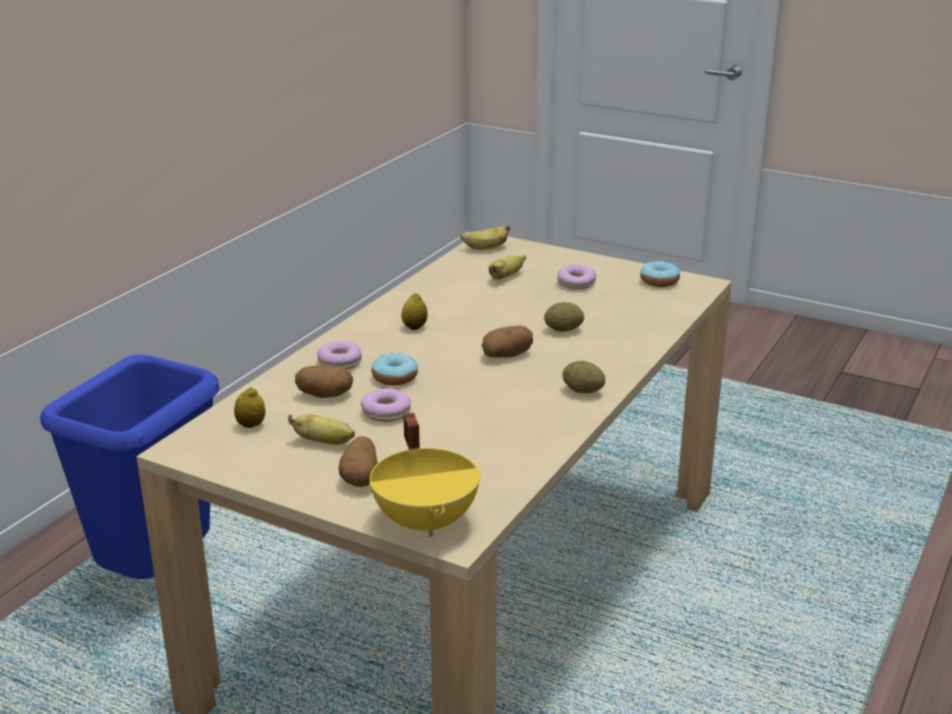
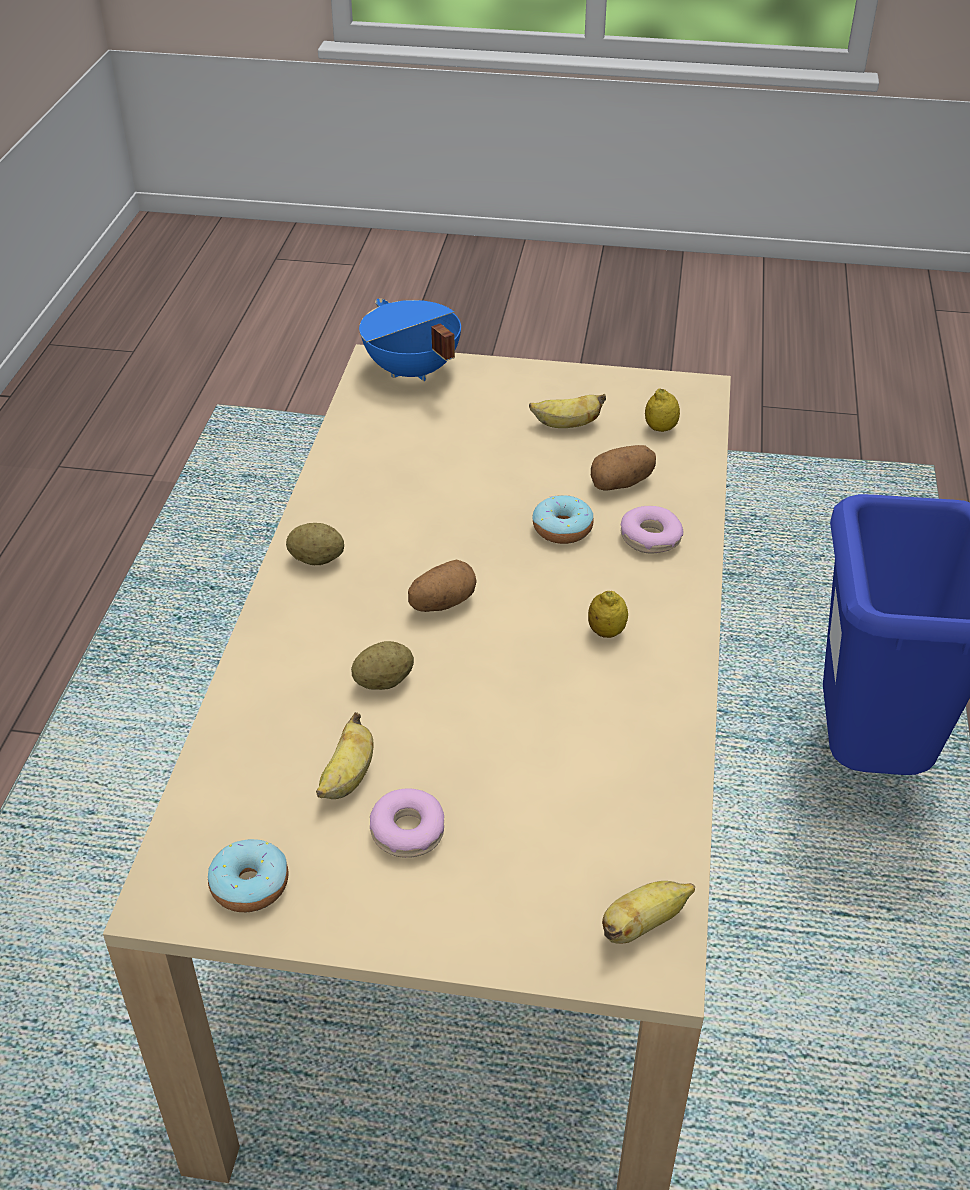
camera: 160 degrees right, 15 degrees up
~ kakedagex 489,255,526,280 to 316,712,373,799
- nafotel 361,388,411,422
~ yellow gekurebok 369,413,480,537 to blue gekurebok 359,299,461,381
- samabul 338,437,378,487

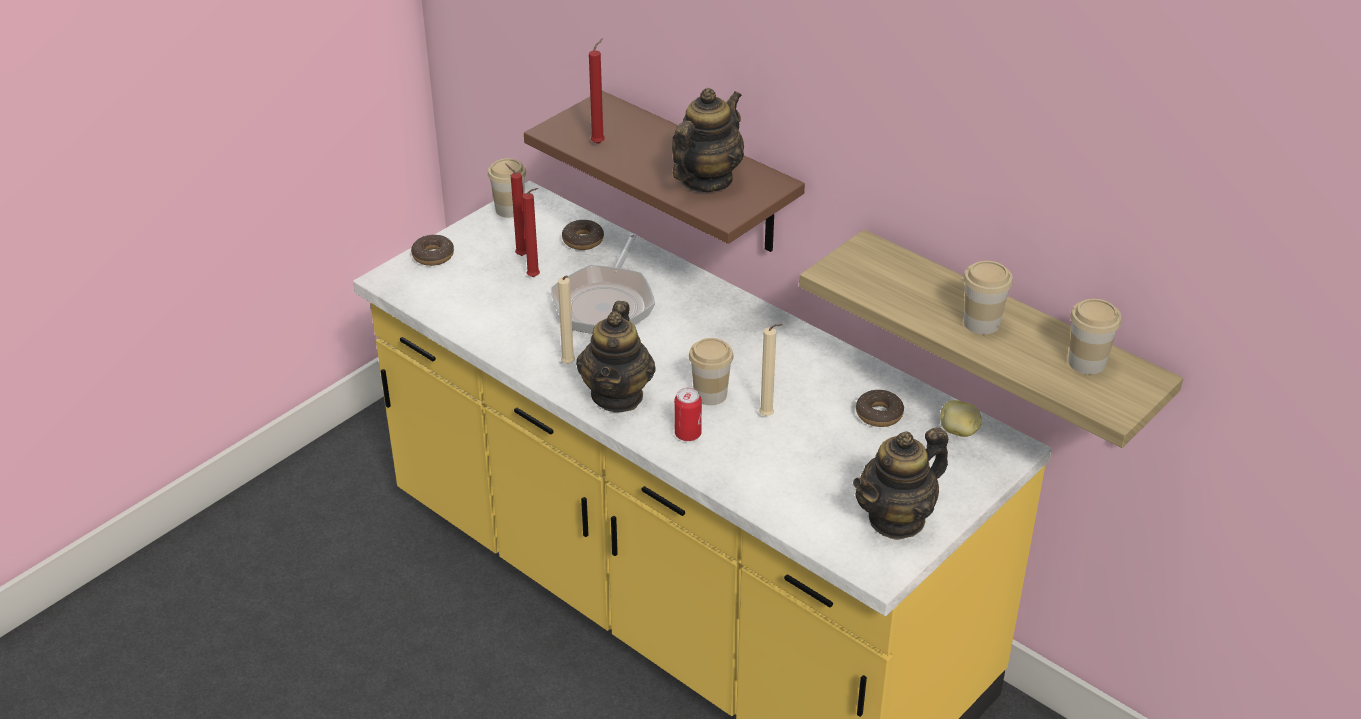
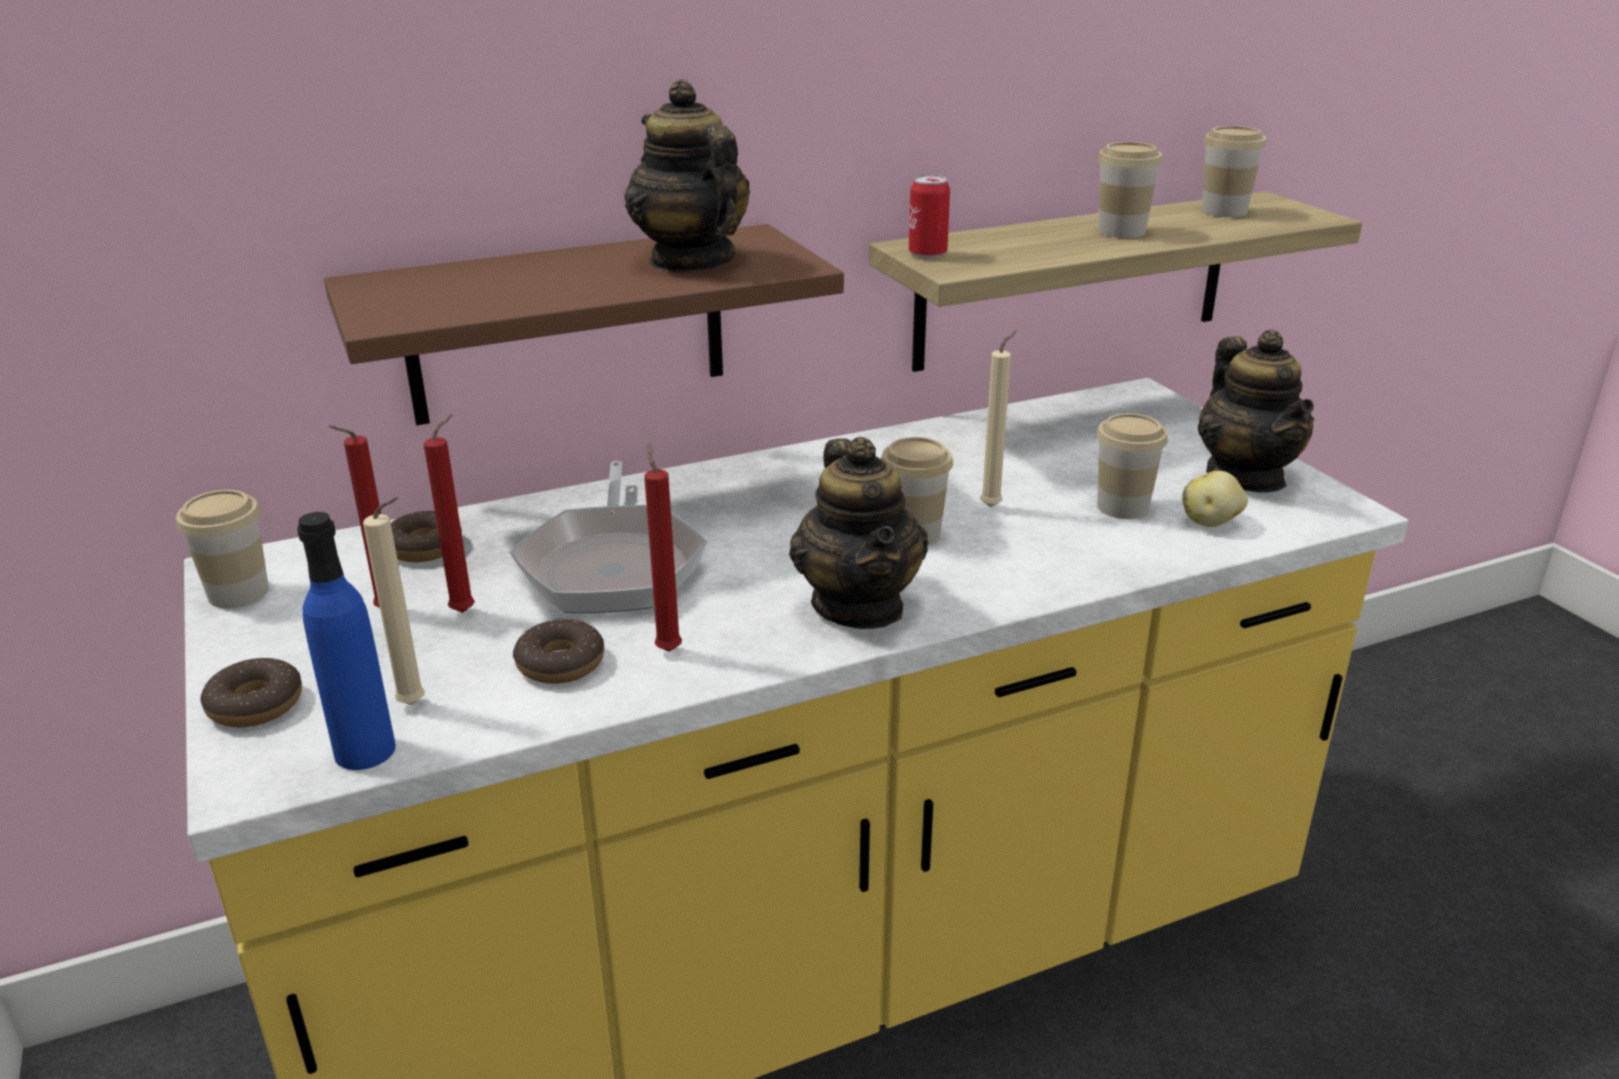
camera: 65 degrees left, 10 degrees down
~ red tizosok 589,38,605,144 to 644,443,682,652
~ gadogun 551,234,655,334 = 510,461,707,613 45 degrees clockwise
~ beige tizosok 558,275,575,364 to 363,497,425,705
~ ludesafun 576,301,656,412 = 789,437,928,629 45 degrees clockwise
~ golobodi 674,388,702,441 to 909,175,950,258
~ nafotel 856,390,904,427 to 513,619,604,684
~ samabul 940,400,982,437 to 1182,471,1248,527
+ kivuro 1096,413,1168,519
+ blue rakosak 297,512,396,770

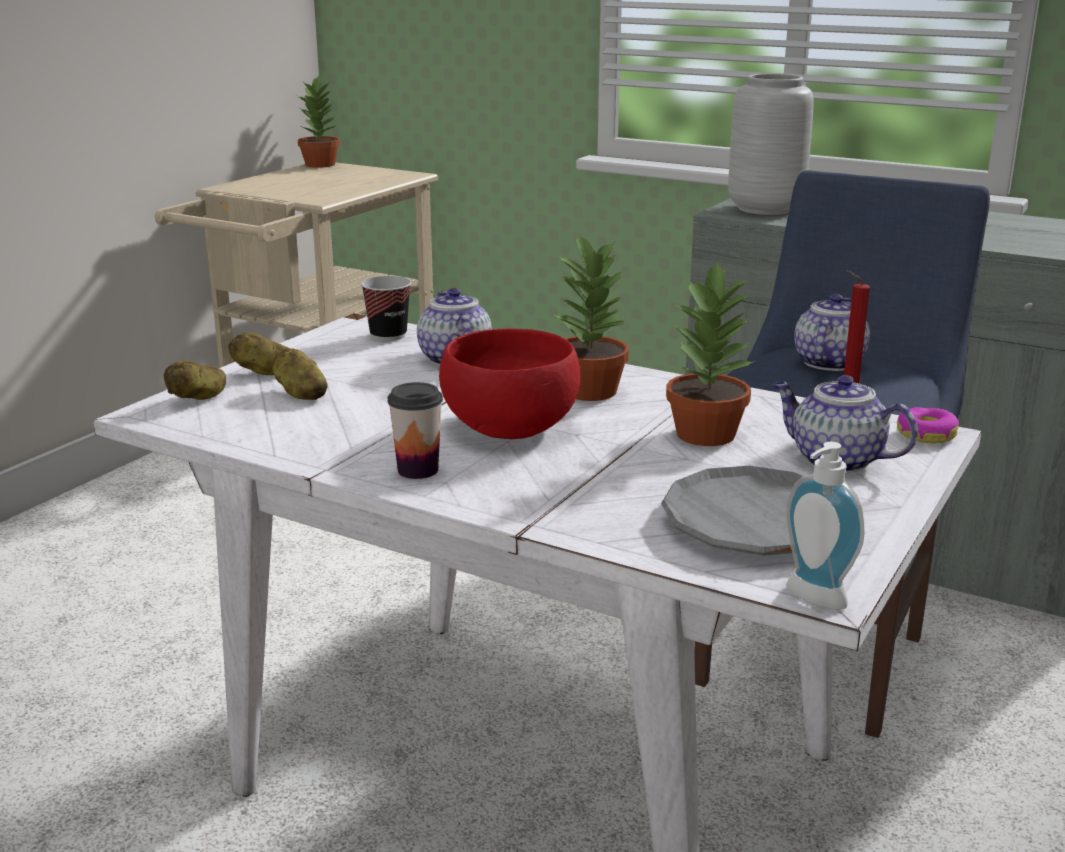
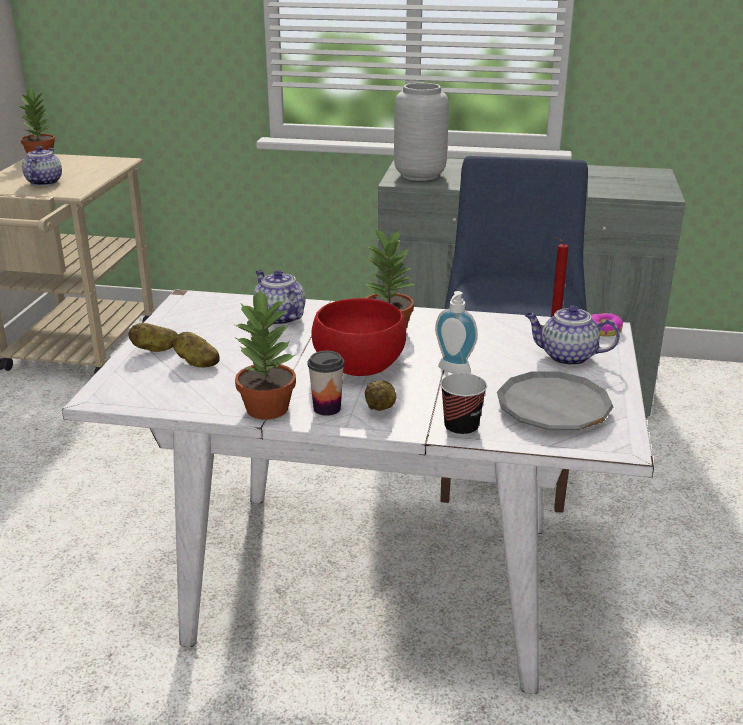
camera: 20 degrees left, 5 degrees up
~ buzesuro 666,262,756,446 to 233,289,297,419
~ kivuro 361,276,411,341 to 440,373,487,437
~ ludesafun 794,294,870,371 to 22,146,62,186
~ samabul 163,361,226,400 to 365,380,396,411
~ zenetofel 786,442,864,610 to 435,291,478,374

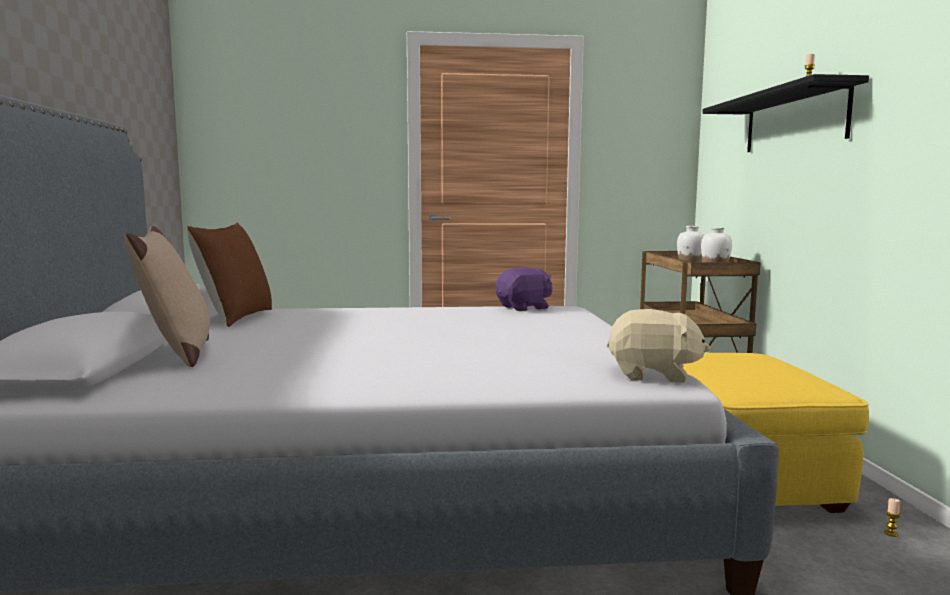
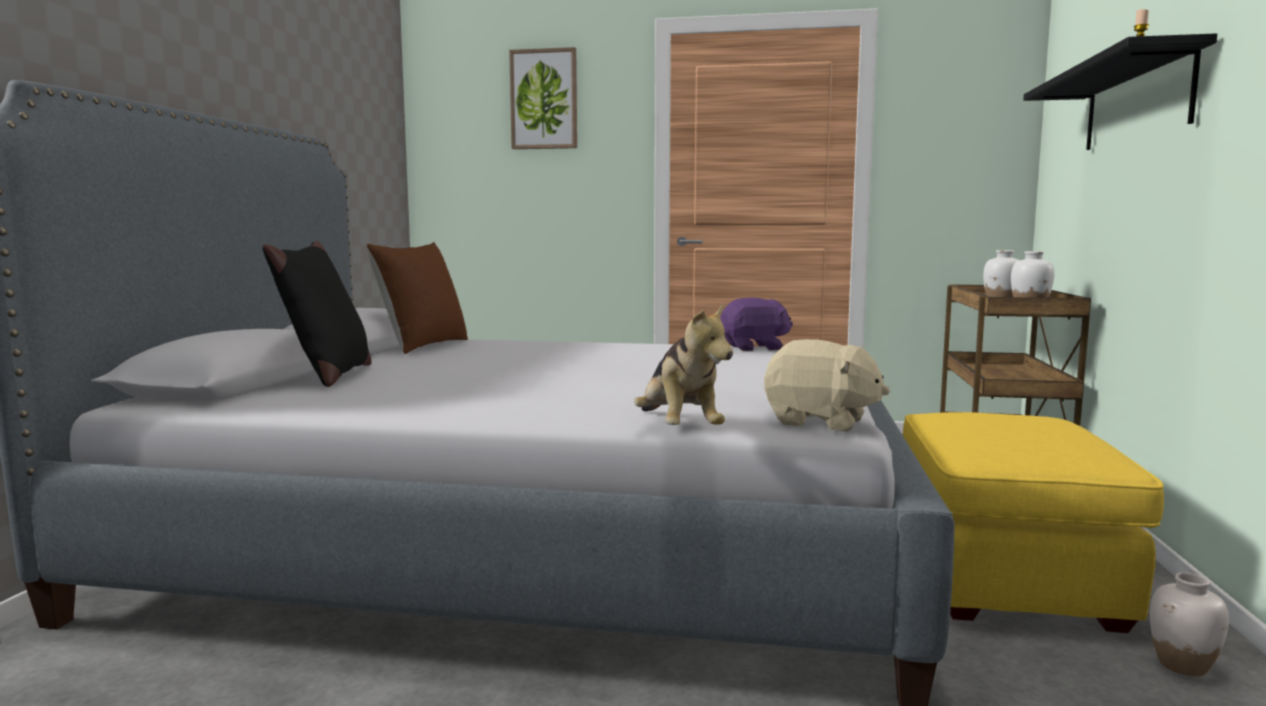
camera: 15 degrees right, 0 degrees up
~ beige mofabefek 125,226,210,367 to black mofabefek 262,241,372,387
~ tizosok 884,498,901,537 to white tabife 1150,572,1229,676
+ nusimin 509,47,577,149
+ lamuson 634,304,733,425

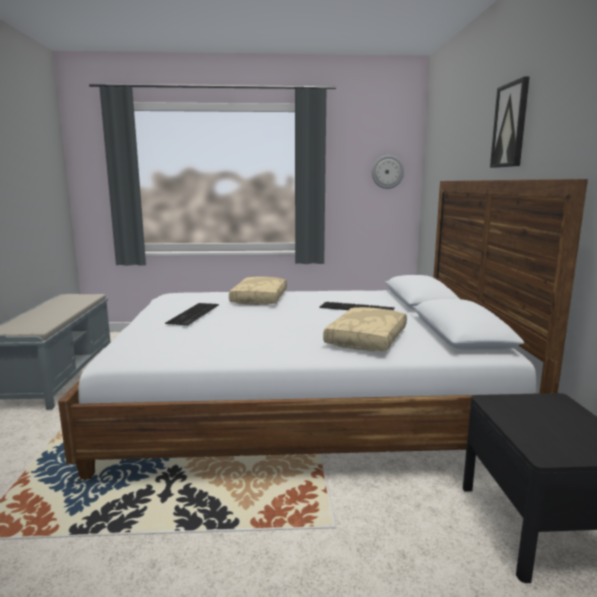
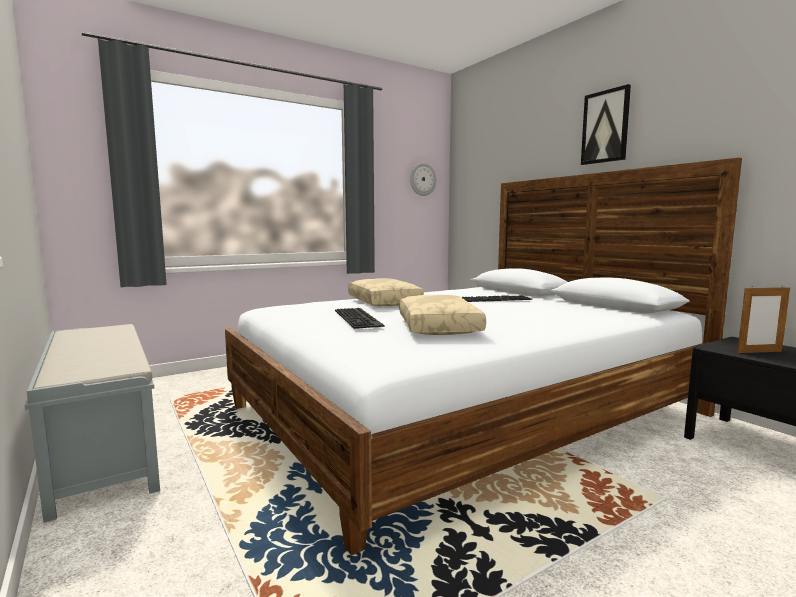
camera: 30 degrees left, 5 degrees down
~ beige mofabefek 323,307,407,351 to 399,295,486,335
+ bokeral 737,285,790,353

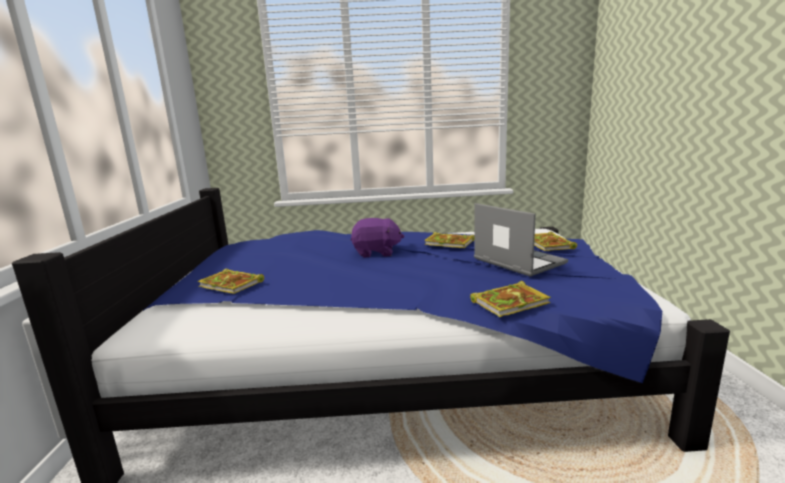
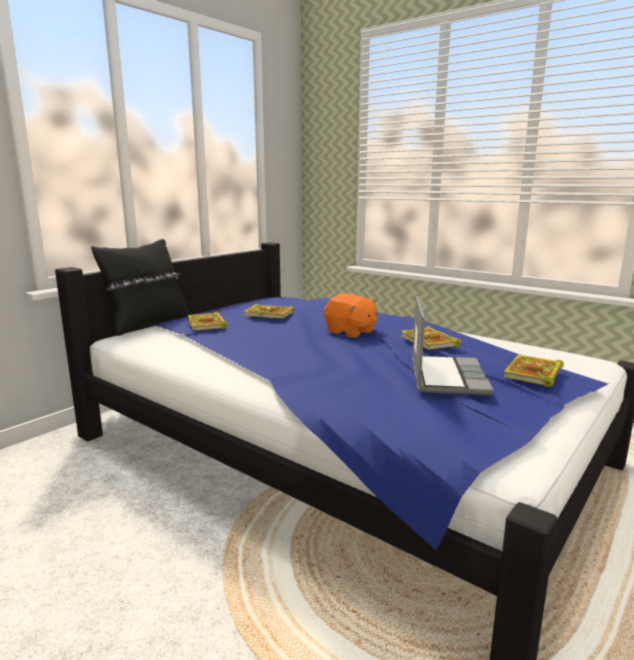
camera: 40 degrees right, 0 degrees up
~ purple lamuson 350,218,404,258 to orange lamuson 324,293,377,338
~ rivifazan 470,281,551,317 to 244,304,294,318
+ black mofabefek 91,239,190,336

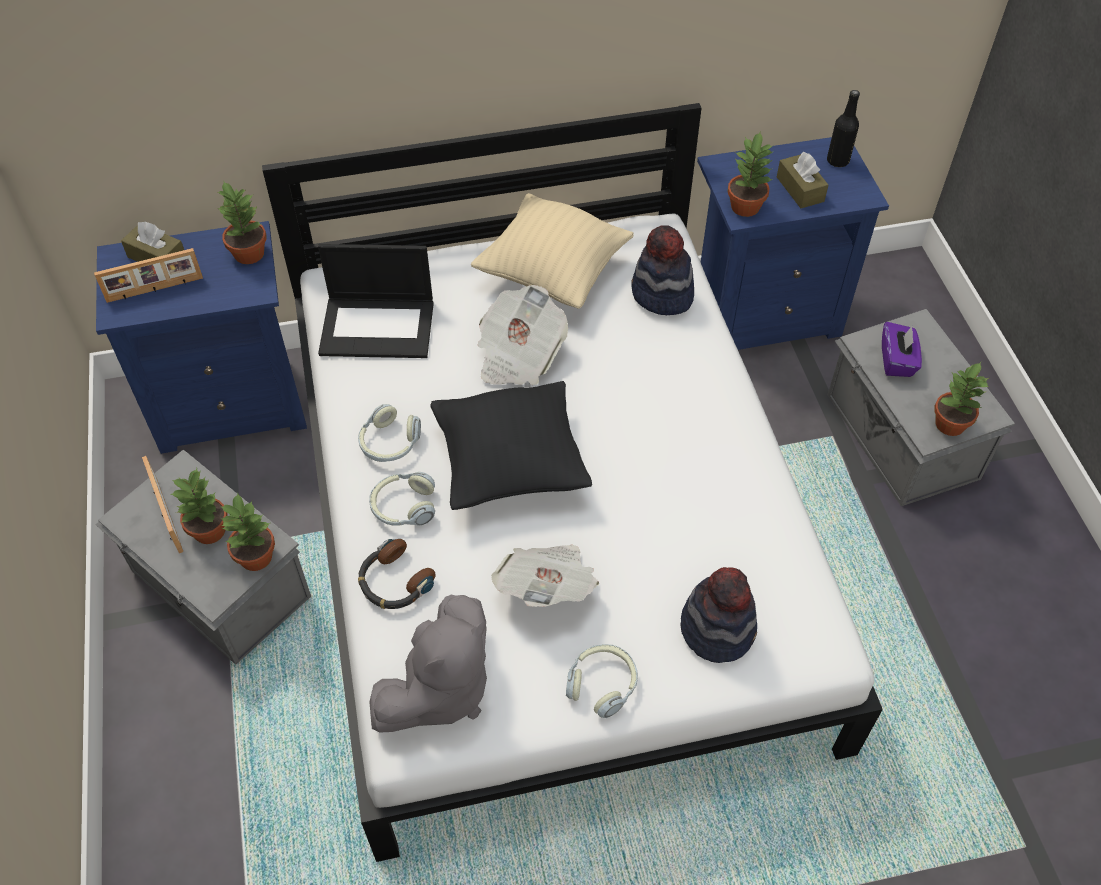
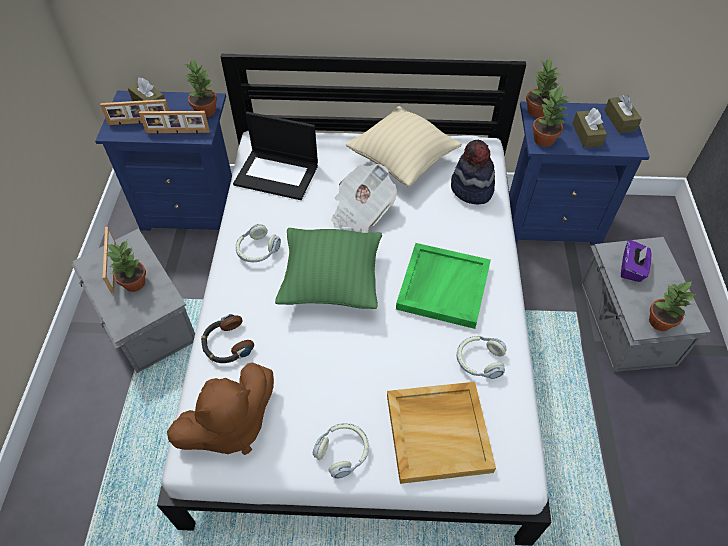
camera: 15 degrees right, 0 degrees up
~ black rakosak 827,90,860,168 to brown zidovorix 604,95,642,133
~ black mofabefek 430,381,592,510 to green mofabefek 275,228,382,309
~ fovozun 369,472,435,526 to 457,336,507,379
~ buzesuro 220,493,275,571 to 526,58,561,117
- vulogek 491,544,599,607
~ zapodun 681,567,757,663 to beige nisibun 387,382,496,484
~ grey lamuson 369,595,487,733 to brown lamuson 167,363,274,455
+ bokeral 139,111,210,134
+ green nisibun 396,243,491,329

